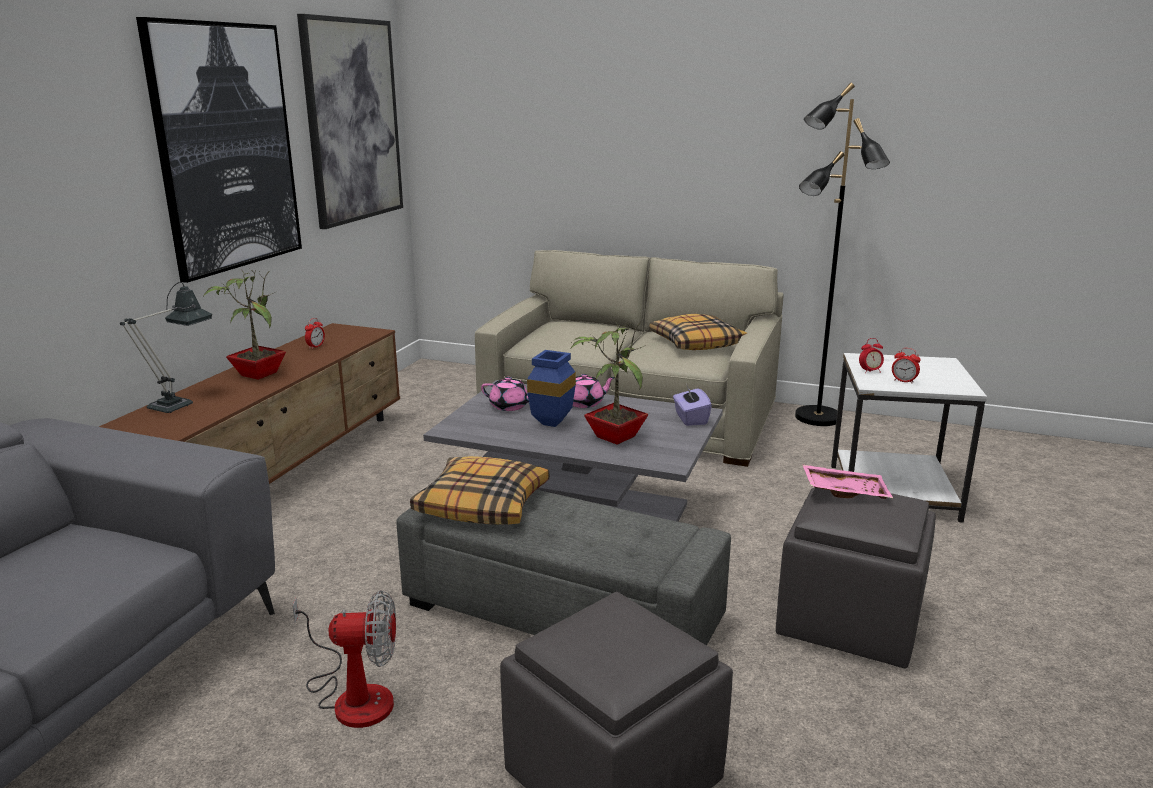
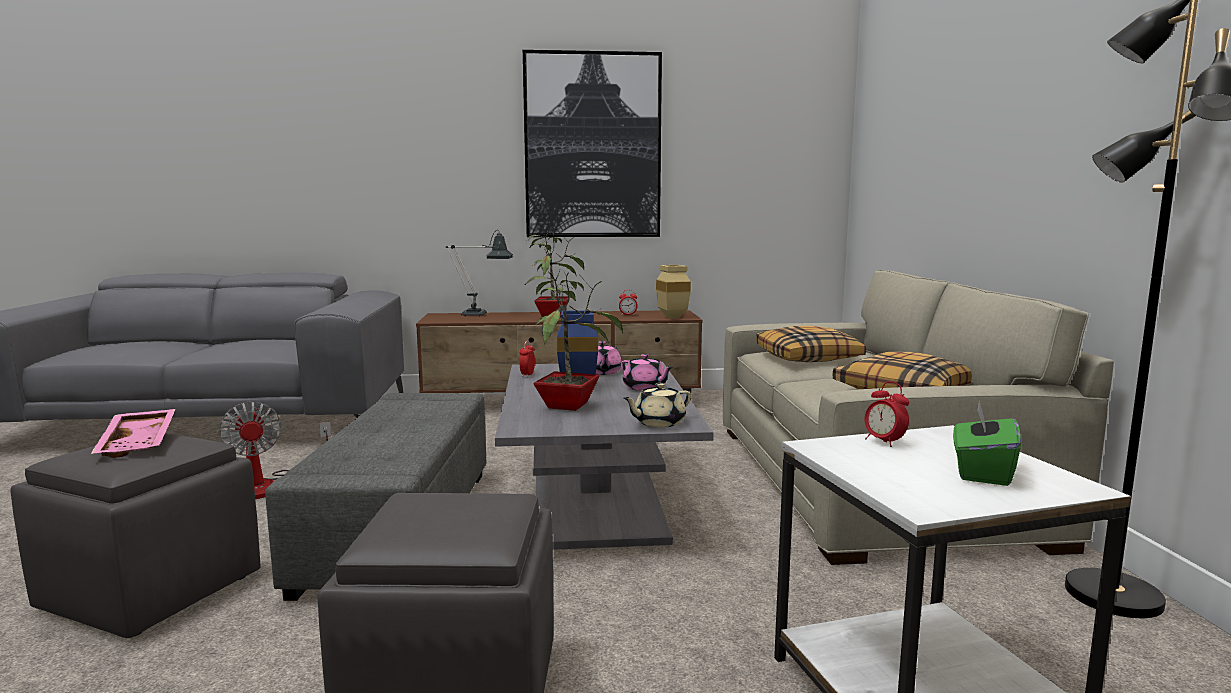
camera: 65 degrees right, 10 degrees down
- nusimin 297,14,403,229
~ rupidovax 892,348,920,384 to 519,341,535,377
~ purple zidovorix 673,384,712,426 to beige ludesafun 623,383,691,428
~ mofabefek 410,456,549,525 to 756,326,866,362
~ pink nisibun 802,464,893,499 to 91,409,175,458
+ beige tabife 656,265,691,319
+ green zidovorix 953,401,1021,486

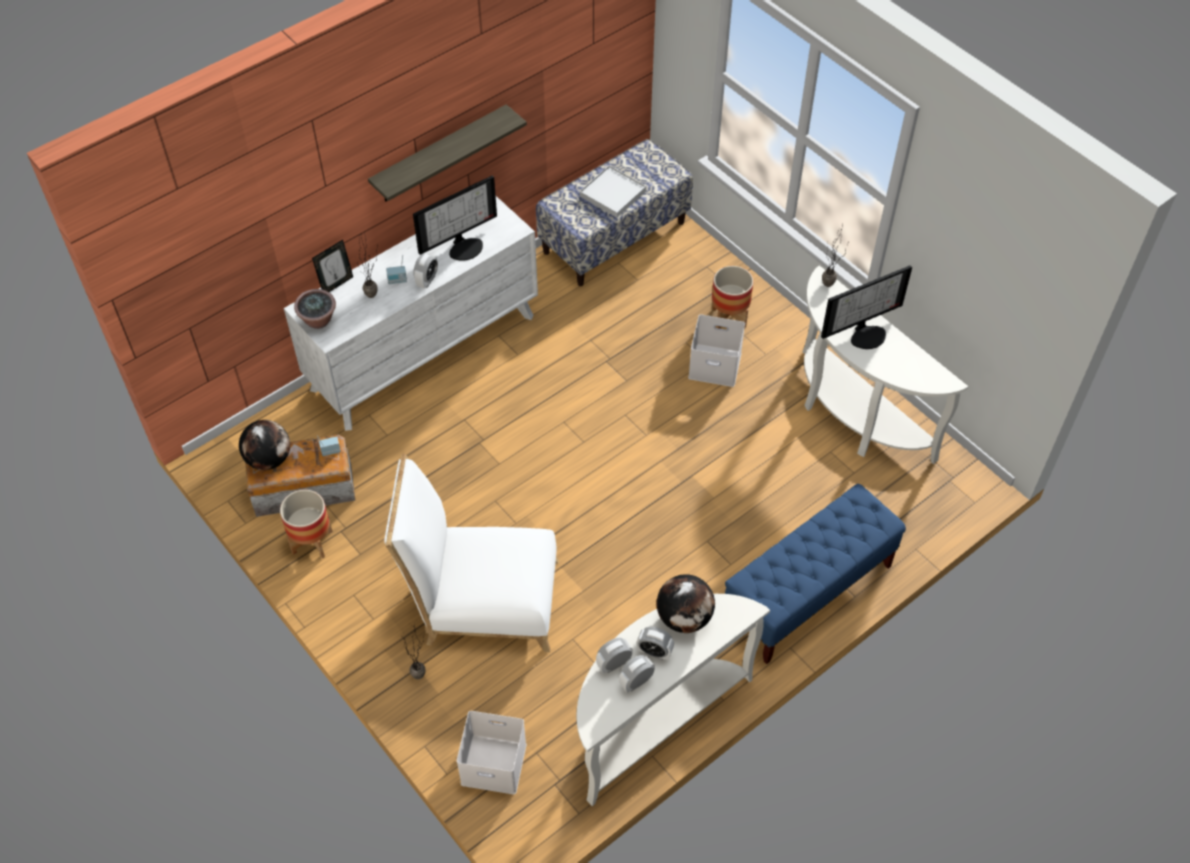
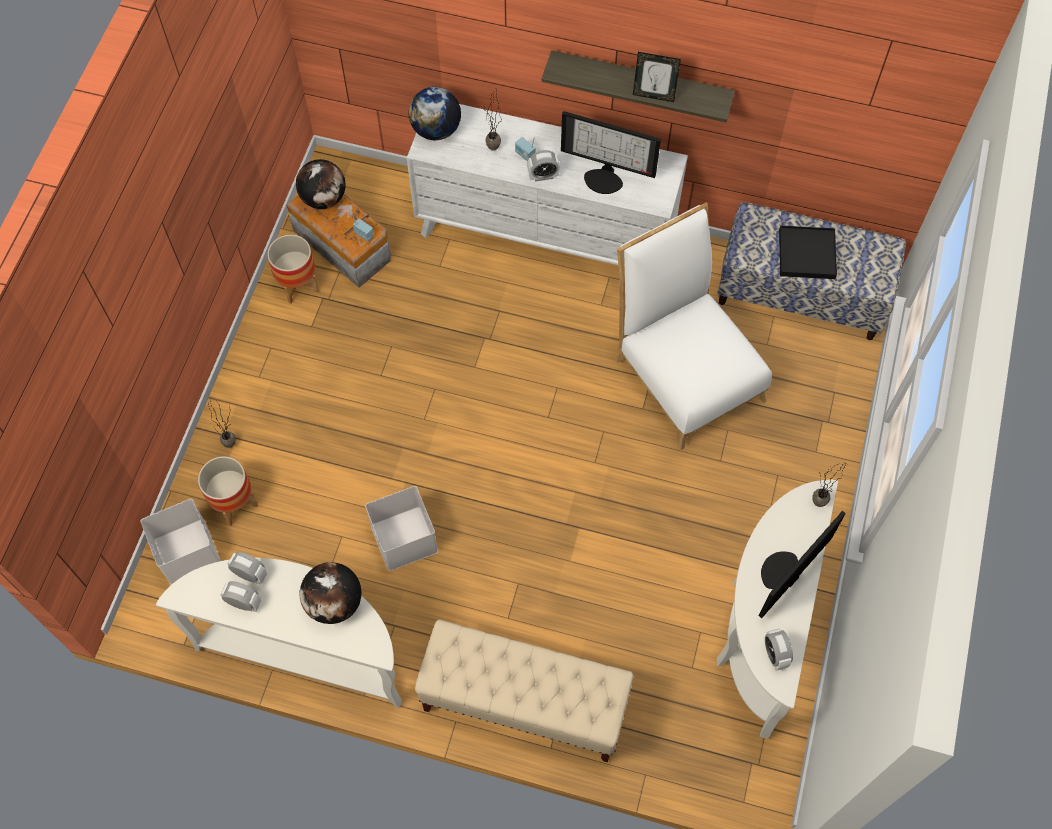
camera: 55 degrees right, 10 degrees up
~ white nisibun 580,165,646,218 to black nisibun 779,226,837,279
~ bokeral 312,240,353,292 to 633,52,681,102
~ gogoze 821,265,912,349 = 759,511,846,618 105 degrees clockwise
~ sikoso 712,266,753,329 to 198,456,258,526
~ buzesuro 294,289,336,329 to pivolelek 409,87,461,140
~ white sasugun 688,314,745,387 to 365,486,438,571
~ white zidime 384,453,559,652 to 615,203,772,450
~ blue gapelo 725,484,906,664 to beige gapelo 415,619,633,762
~ rupidovax 637,627,674,660 to 765,629,793,671

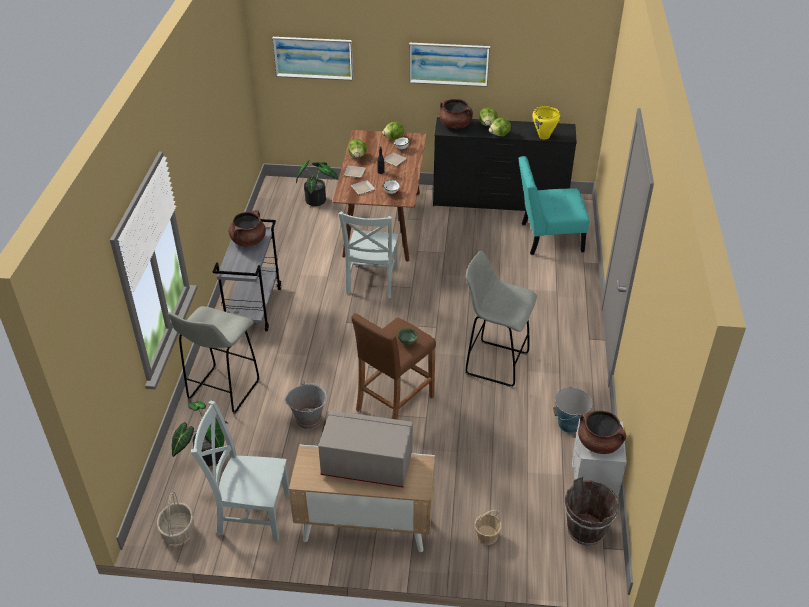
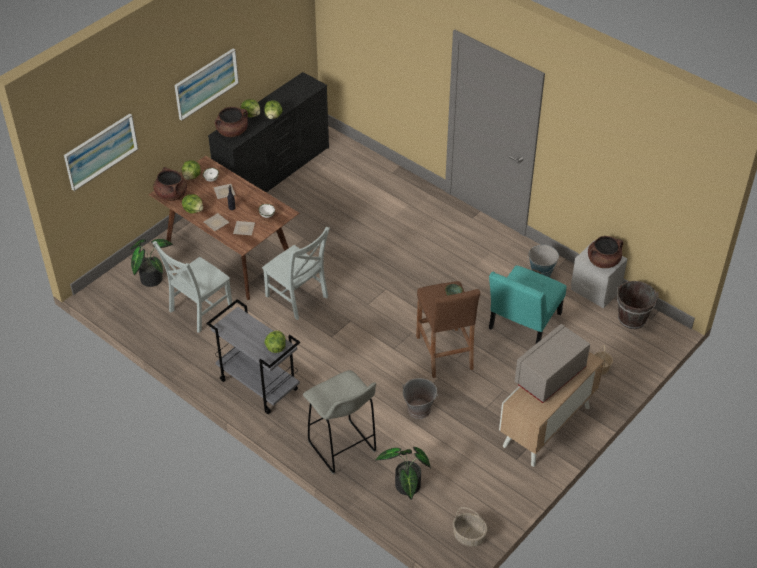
camera: 55 degrees left, 5 degrees up
- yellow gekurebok 532,106,560,139
~ turquoise zidime 518,156,590,255 to 489,266,567,344
~ brown gekurebok 229,210,266,247 to 153,167,187,201
- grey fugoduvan 465,251,537,388
~ grey zidime 191,400,290,541 to 152,241,233,333
+ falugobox 264,330,286,353

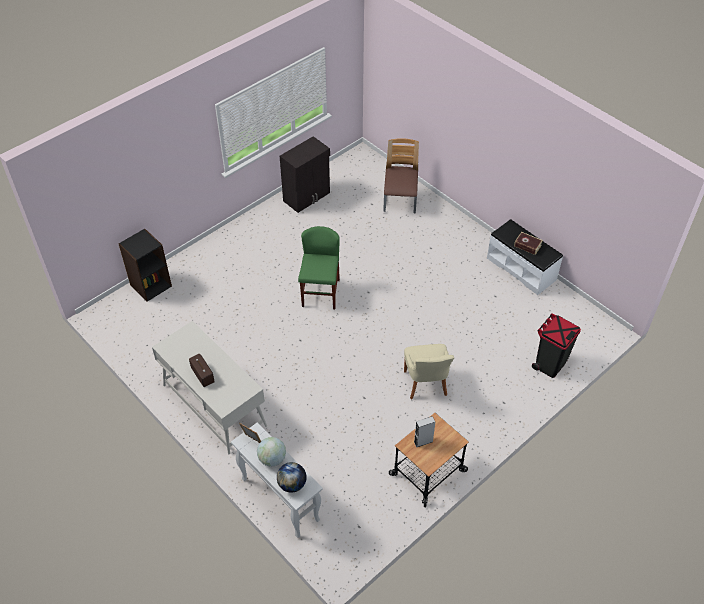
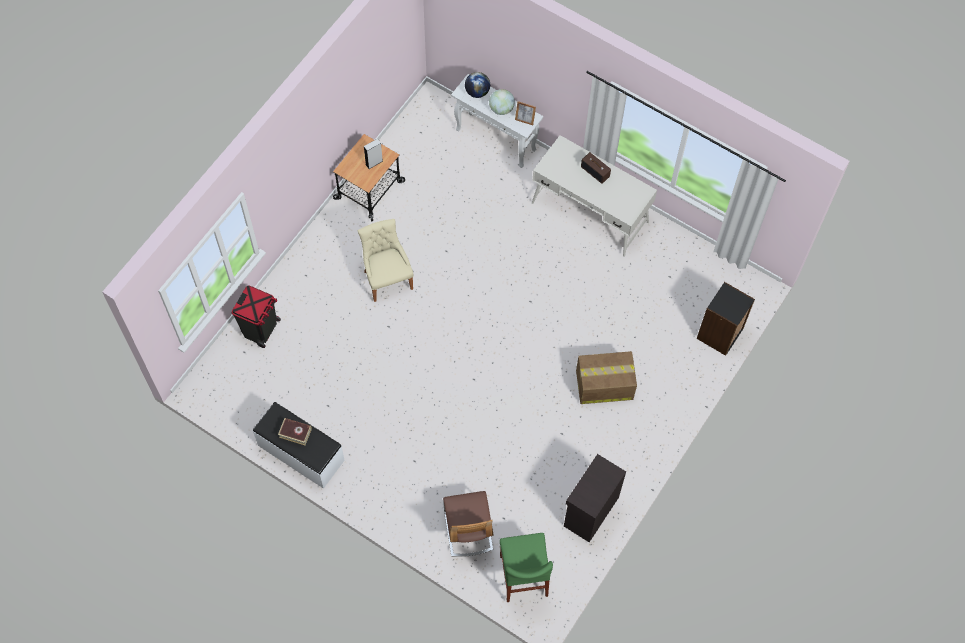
camera: 165 degrees right, 15 degrees up
~ green zidime 298,226,340,309 to 500,533,553,602
+ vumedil 576,351,637,404

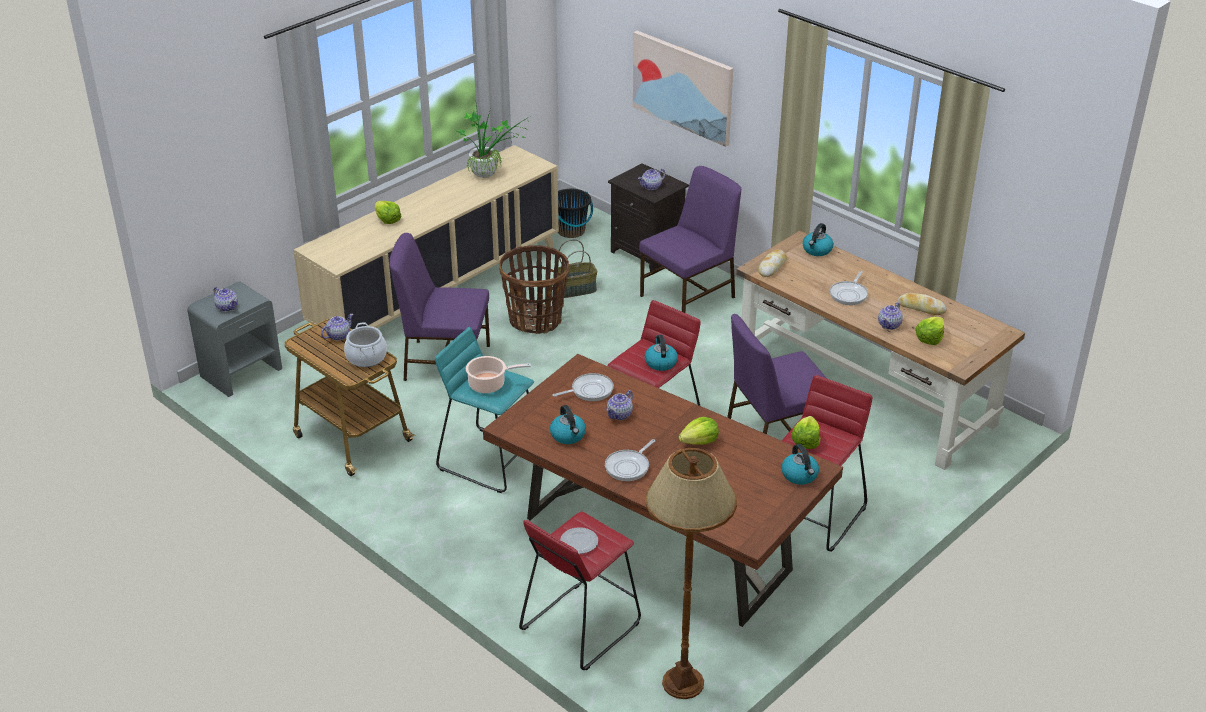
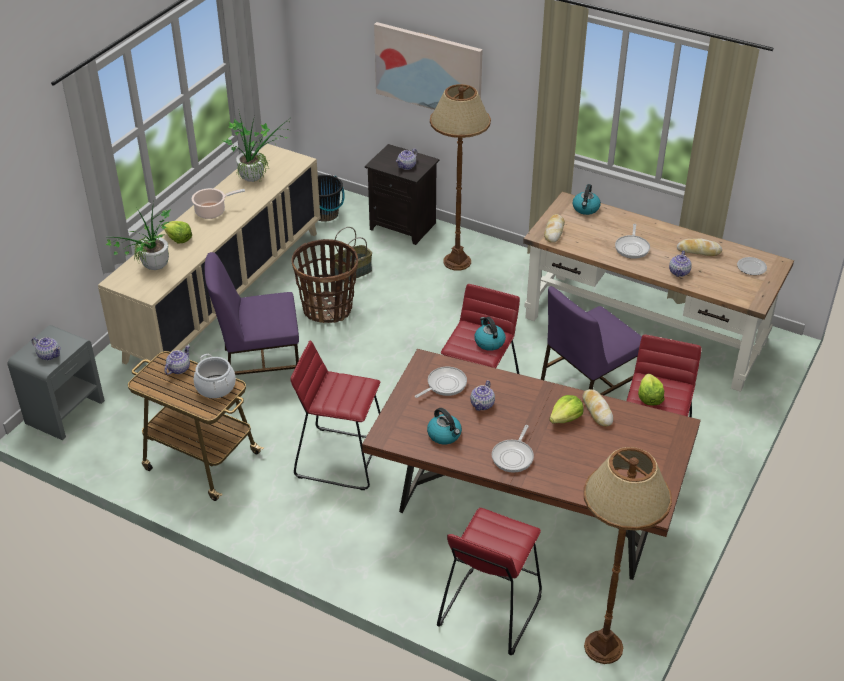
camera: 15 degrees left, 5 degrees up
~ purple zidime 639,166,741,313 to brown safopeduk 430,84,491,271
- falugobox 915,317,944,345
~ turquoise fugoduvan 435,327,534,493 to red fugoduvan 290,340,380,490
~ gekurebok 466,356,531,393 to 192,188,245,219
- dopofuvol 781,444,819,485
~ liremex 560,527,598,554 to 737,257,767,275
+ buzesuro 106,202,171,270
+ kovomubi 582,389,613,427

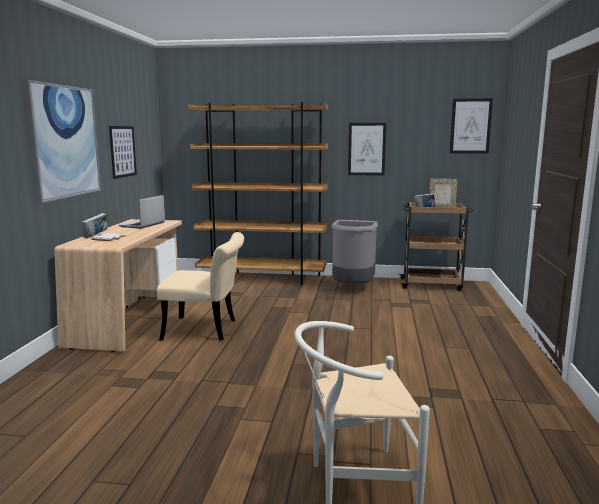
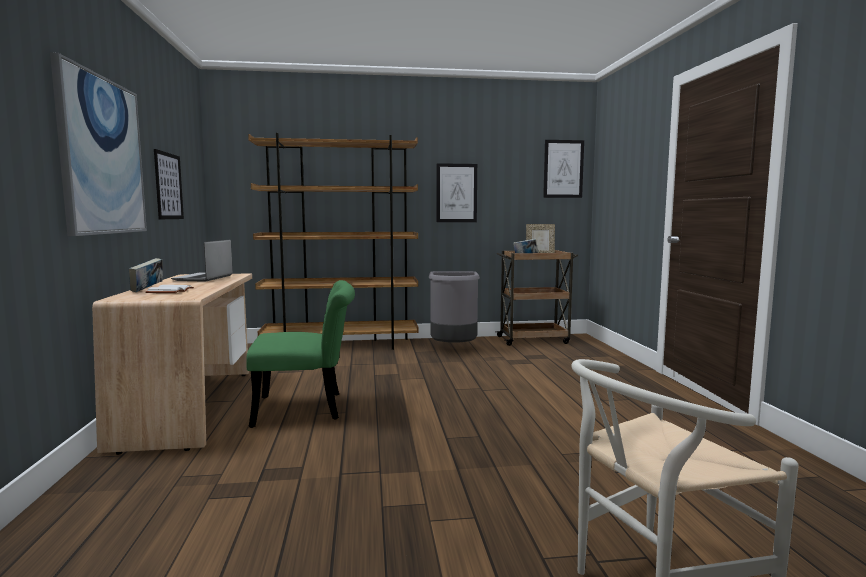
camera: 15 degrees left, 5 degrees down
~ beige zidime 157,232,244,341 to green zidime 246,280,355,428

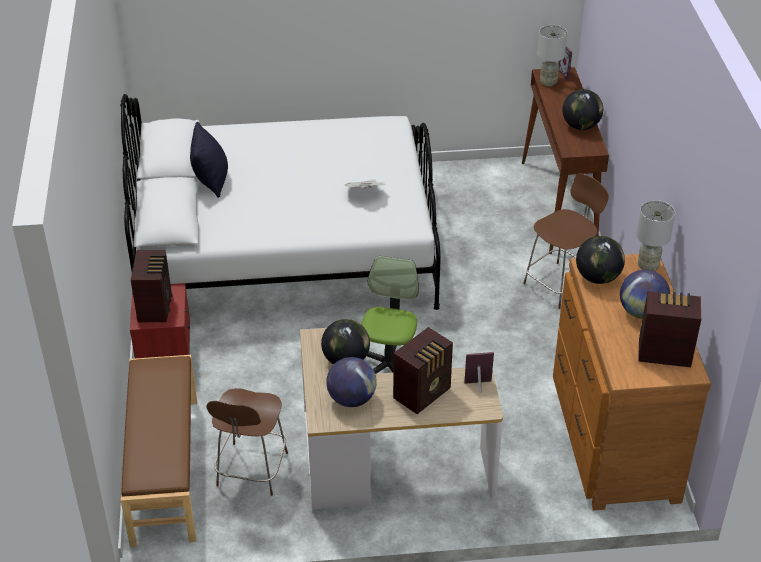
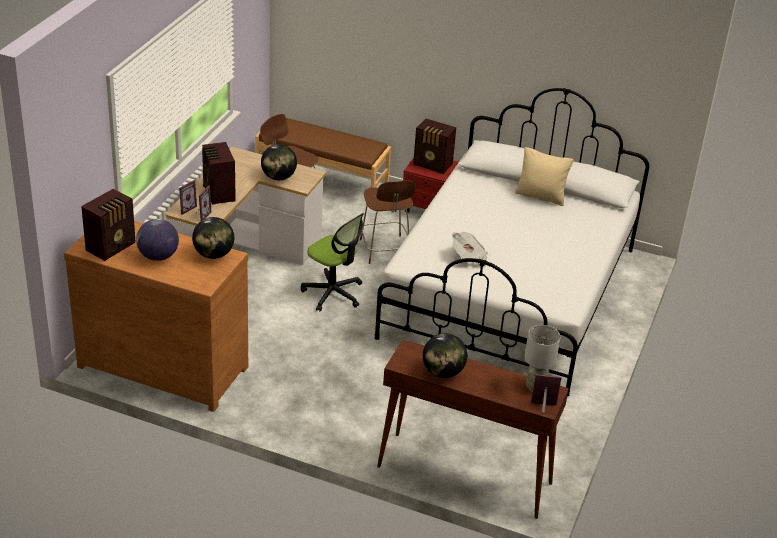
camera: 115 degrees right, 5 degrees down
~ black mofabefek 190,122,228,198 to beige mofabefek 515,147,574,206
~ brown zidime 523,173,609,309 to 360,180,416,264
- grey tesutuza 636,200,675,271
- pivolelek 326,357,377,407
+ bokeral 179,180,197,215

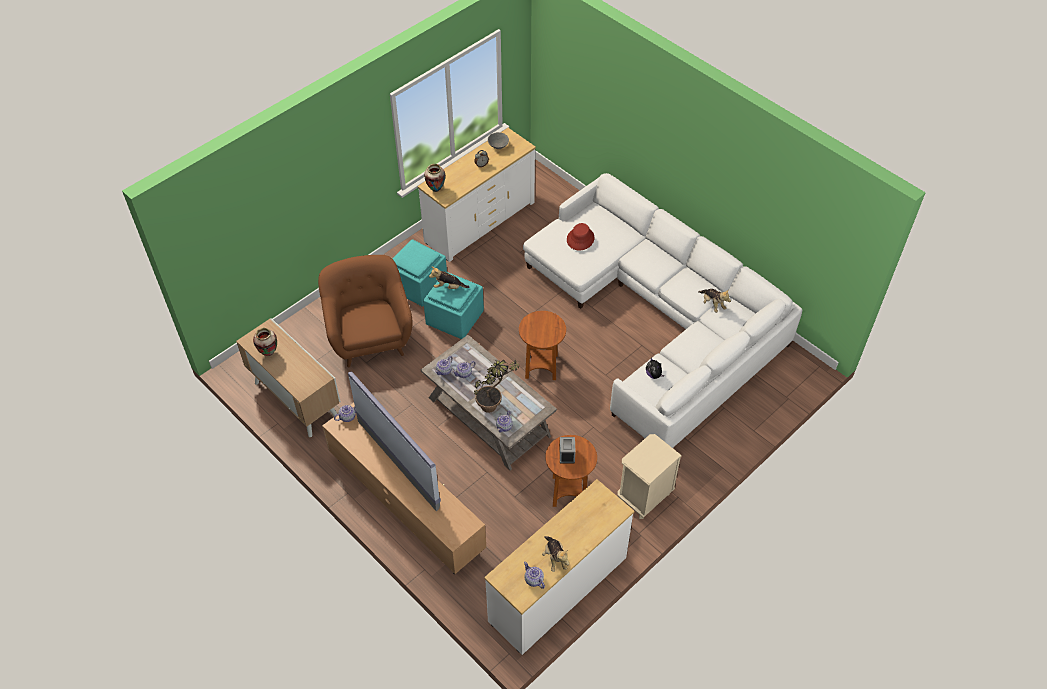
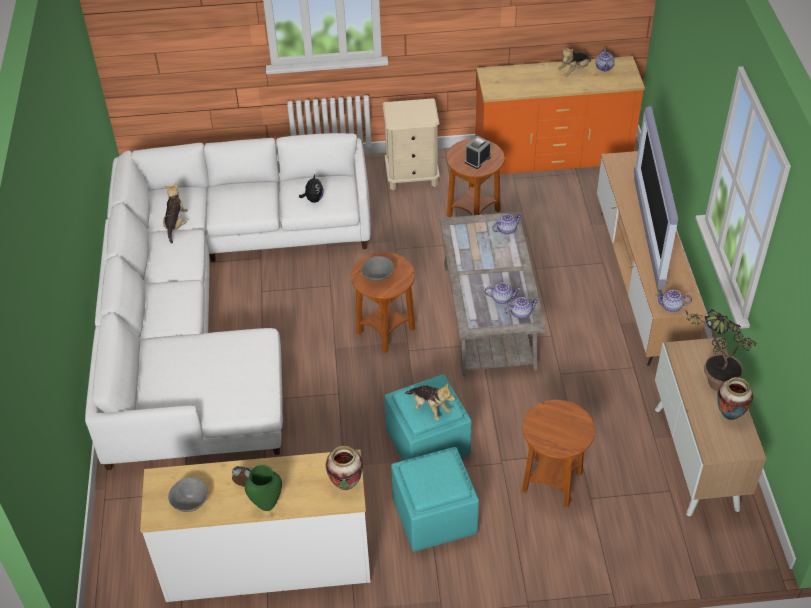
camera: 140 degrees left, 5 degrees down
- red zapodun 567,223,595,250
~ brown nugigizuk 318,255,413,367 to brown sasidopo 522,400,595,507
~ buzesuro 474,360,522,413 to 684,307,756,392
~ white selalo 484,479,634,655 to orange selalo 475,56,645,175
~ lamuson 542,536,569,572 = 557,48,591,77 150 degrees counterclockwise
+ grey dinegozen 361,256,394,282
+ green tabife 245,465,282,511

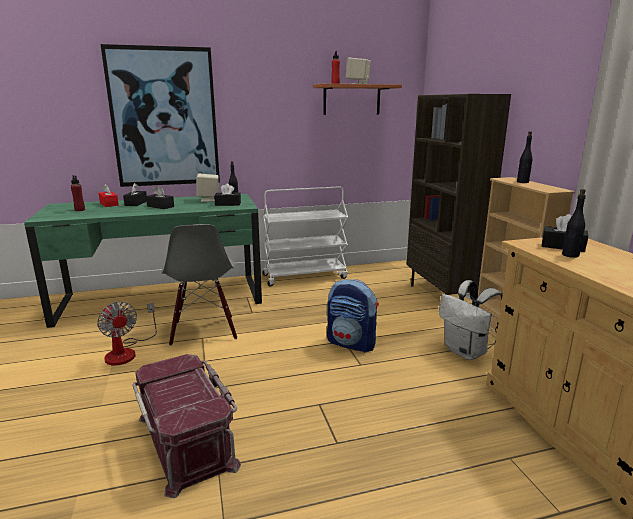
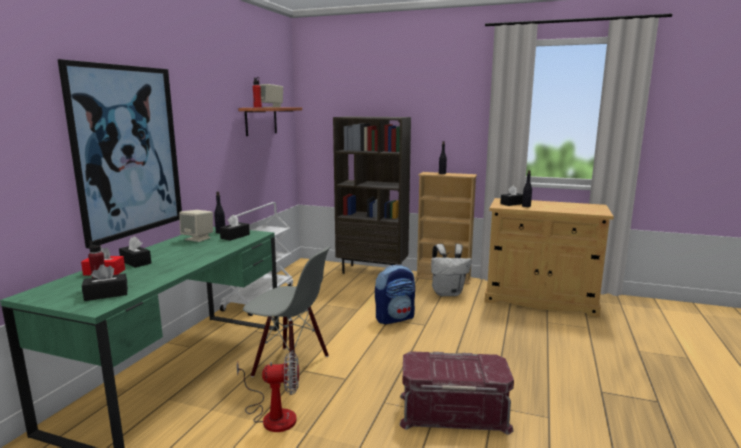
camera: 55 degrees left, 5 degrees down
~ black zidovorix 146,186,174,209 to 82,264,128,301

